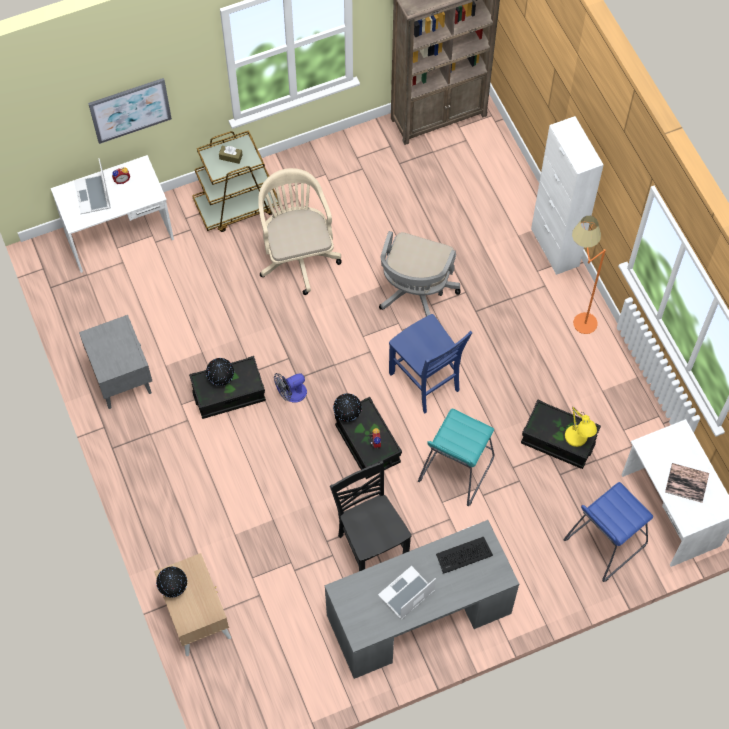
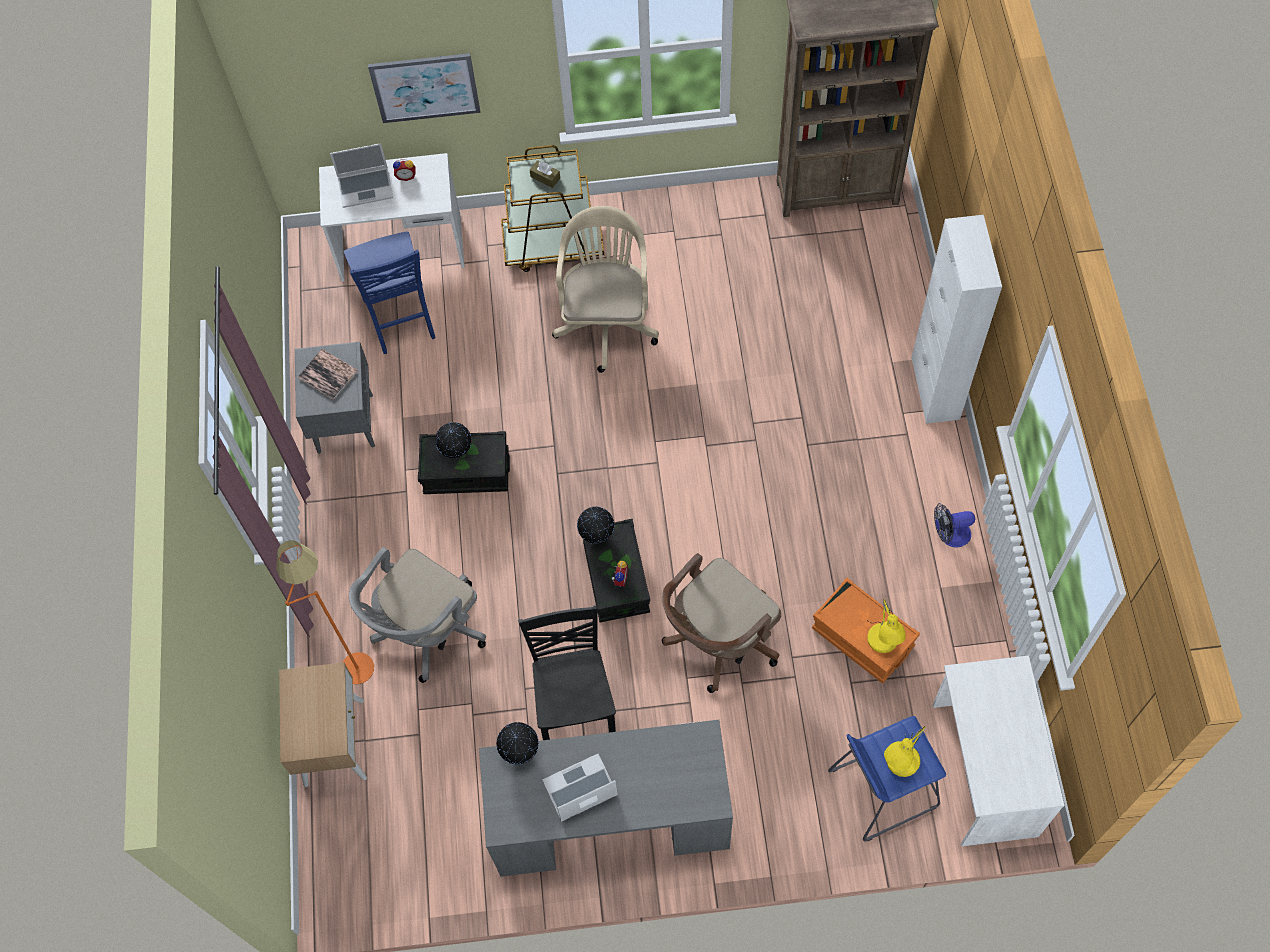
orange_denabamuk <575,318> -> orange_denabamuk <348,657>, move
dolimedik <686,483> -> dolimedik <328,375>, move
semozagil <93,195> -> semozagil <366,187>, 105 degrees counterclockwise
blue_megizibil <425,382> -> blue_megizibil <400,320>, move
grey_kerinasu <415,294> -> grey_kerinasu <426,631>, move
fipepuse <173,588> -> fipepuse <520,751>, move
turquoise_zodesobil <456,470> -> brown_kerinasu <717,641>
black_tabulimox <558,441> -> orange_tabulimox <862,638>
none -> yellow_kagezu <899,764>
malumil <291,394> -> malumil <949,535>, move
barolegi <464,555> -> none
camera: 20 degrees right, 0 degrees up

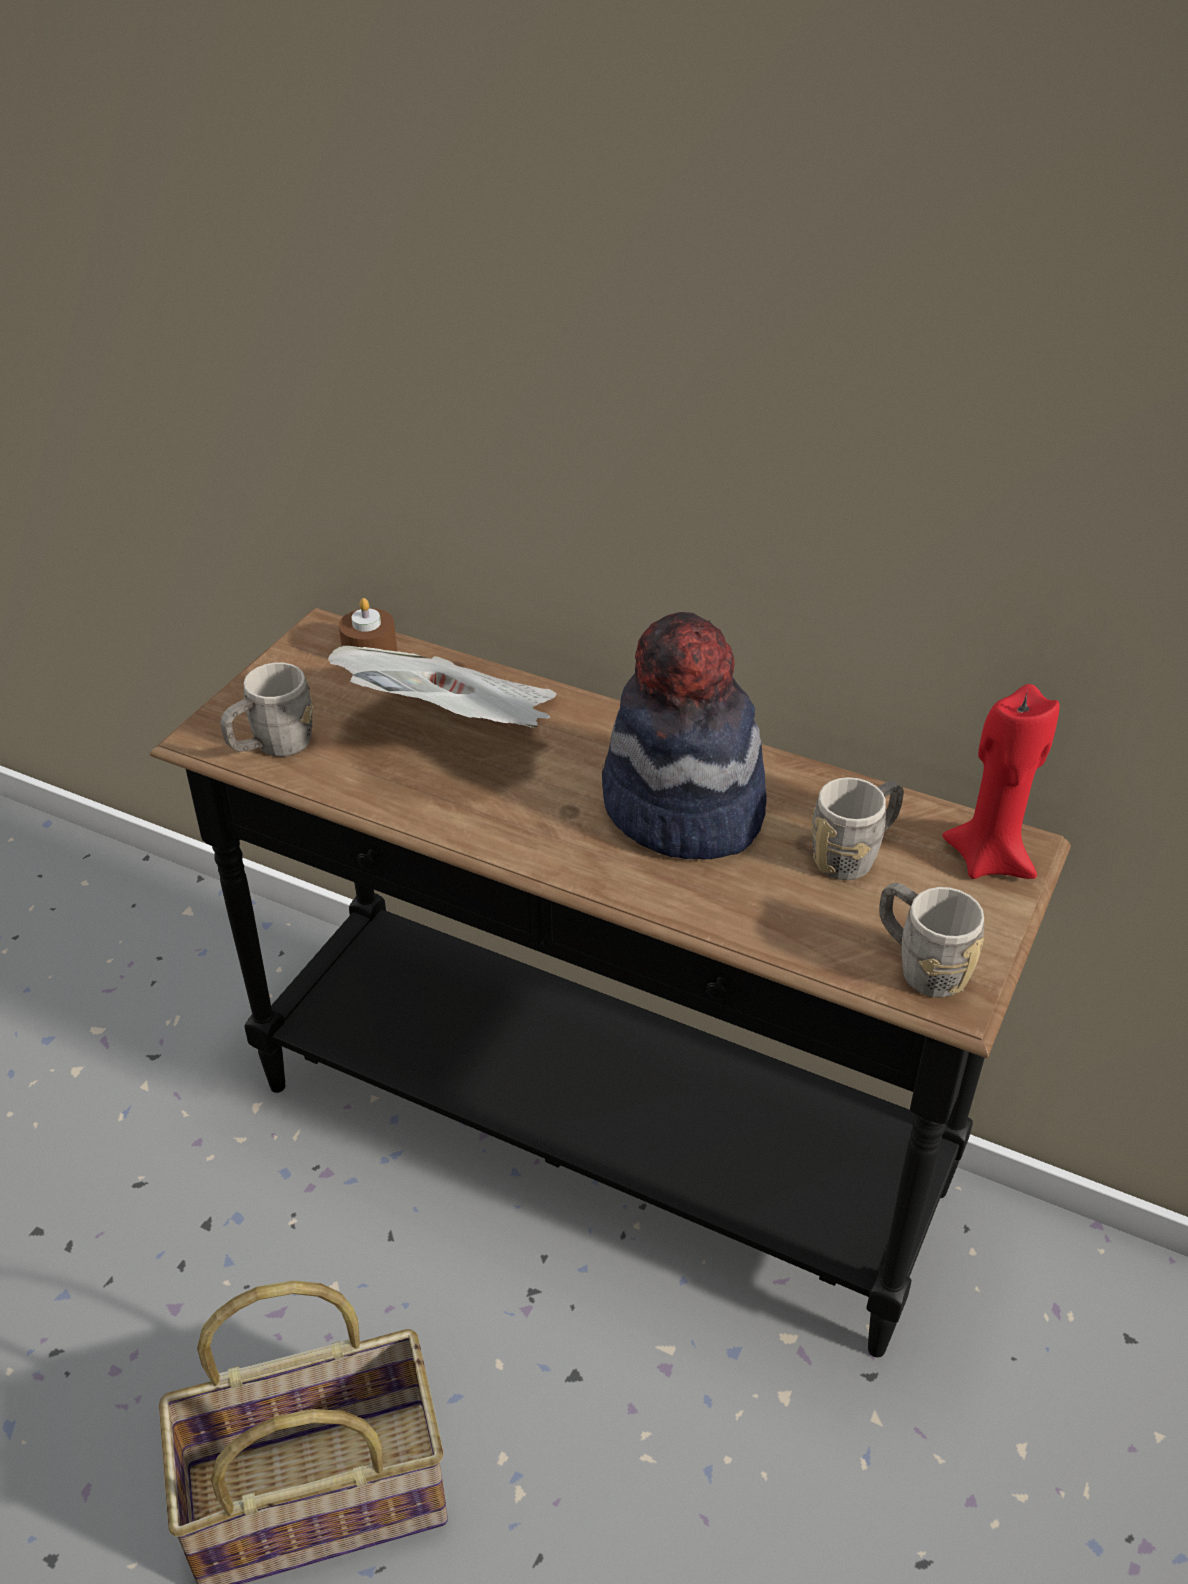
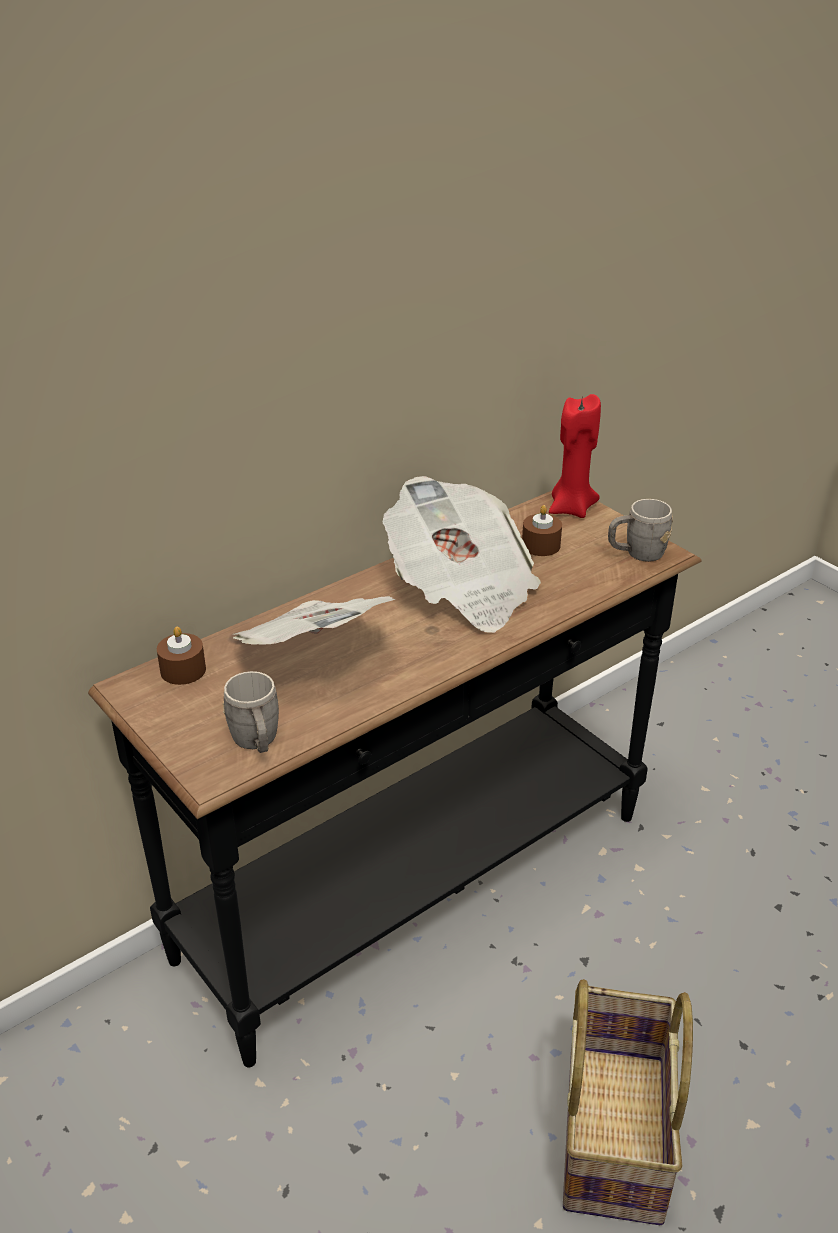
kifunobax <682,809> -> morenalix <461,588>
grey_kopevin <854,854> -> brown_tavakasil <541,545>
camera: 65 degrees left, 5 degrees down

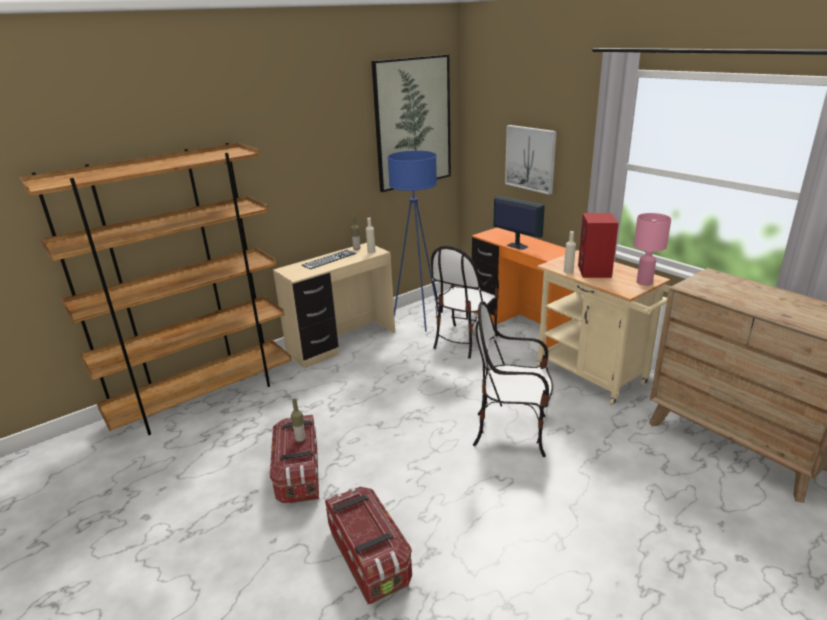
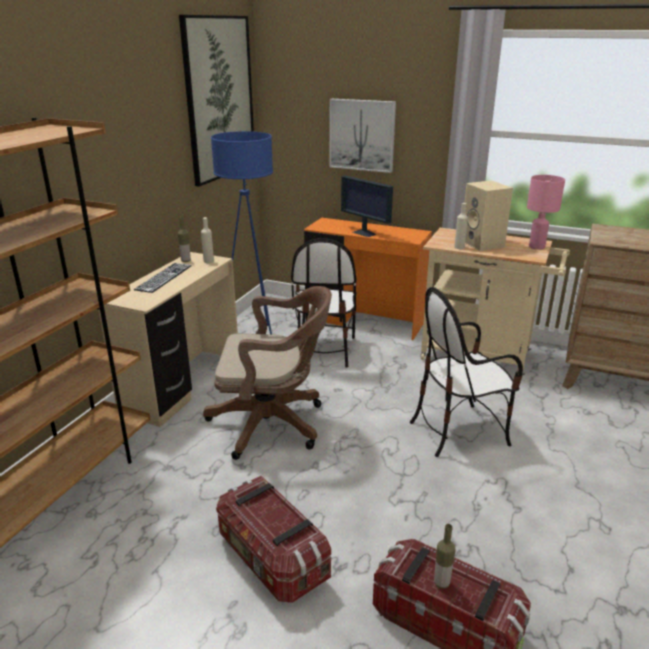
none -> brown_kerinasu <273,424>
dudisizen <516,246> -> dudisizen <364,233>, 150 degrees counterclockwise
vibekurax <300,439> -> vibekurax <441,583>, move
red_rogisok <595,271> -> beige_rogisok <483,244>
camera: 30 degrees left, 0 degrees up

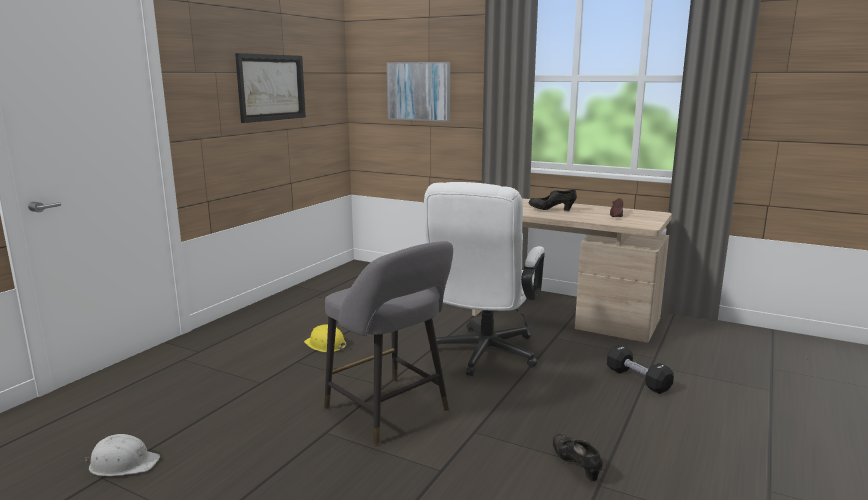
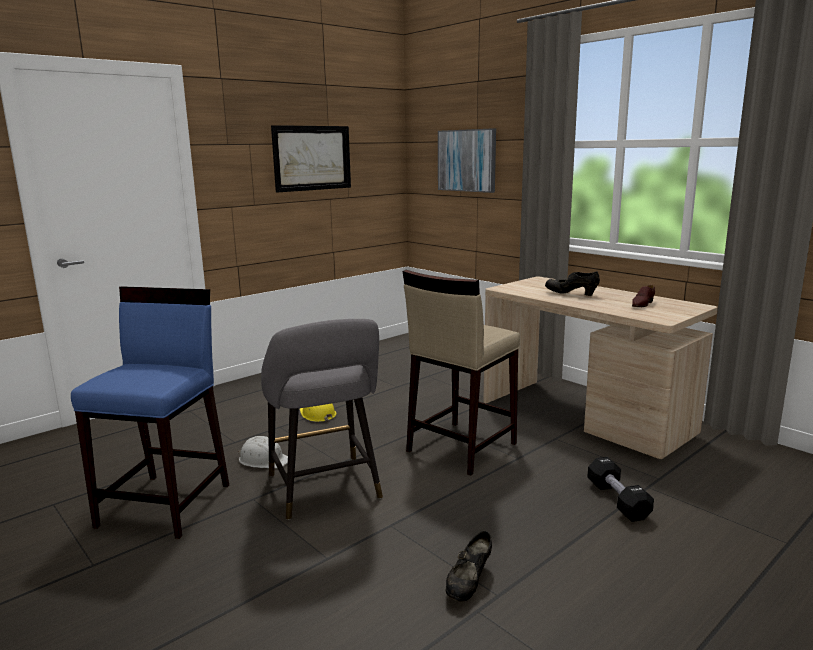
none -> blue_zodesobil <167,504>
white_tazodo <123,463> -> white_tazodo <264,460>, move
white_kerinasu <482,356> -> beige_zodesobil <460,447>
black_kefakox <576,465> -> black_kefakox <469,583>, 150 degrees counterclockwise
camera: 20 degrees right, 0 degrees up

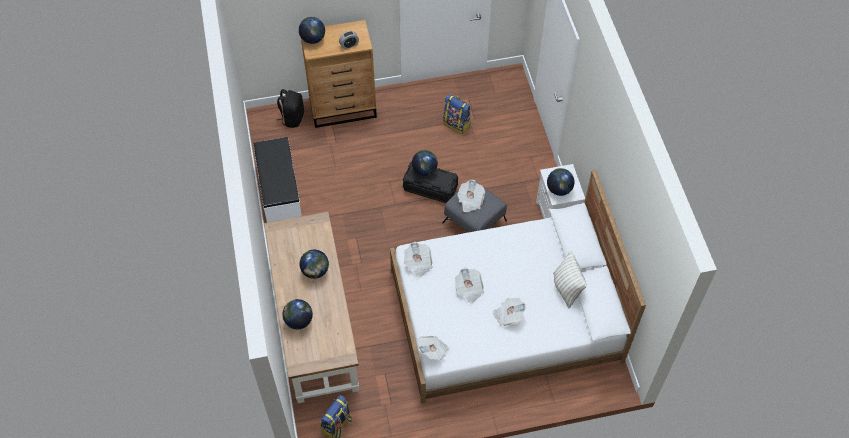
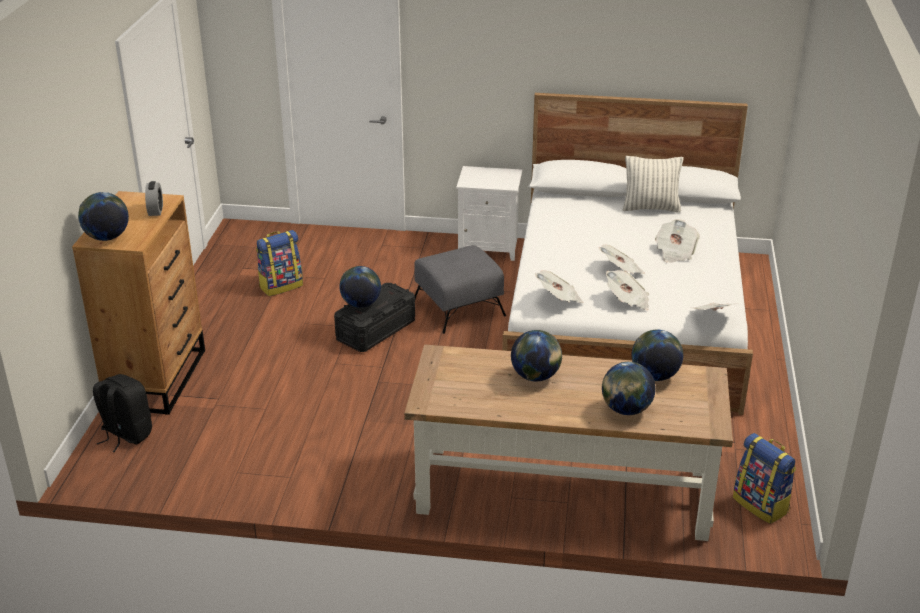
morenalix <470,201> -> morenalix <628,301>, move
fipepuse <559,189> -> fipepuse <655,376>, move
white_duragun <280,195> -> none
camera: 70 degrees left, 25 degrees down

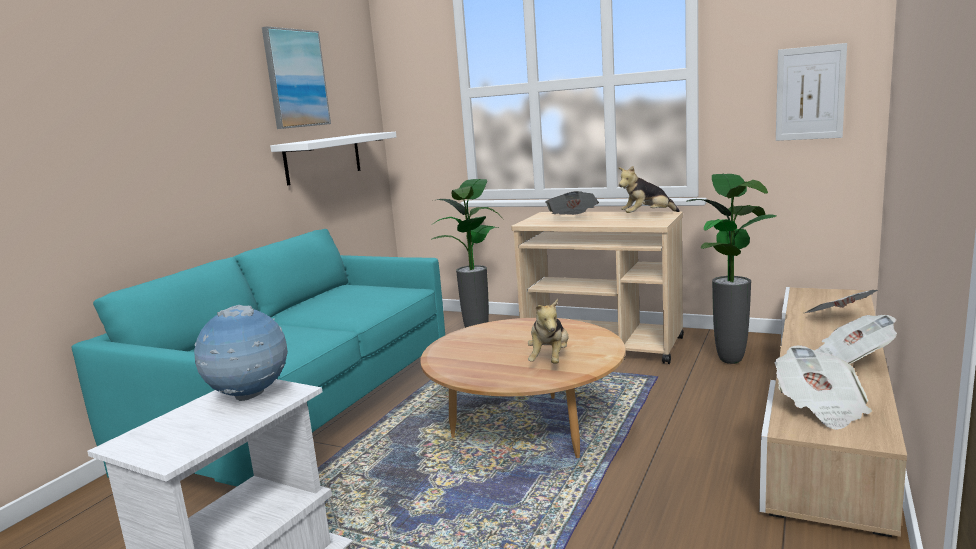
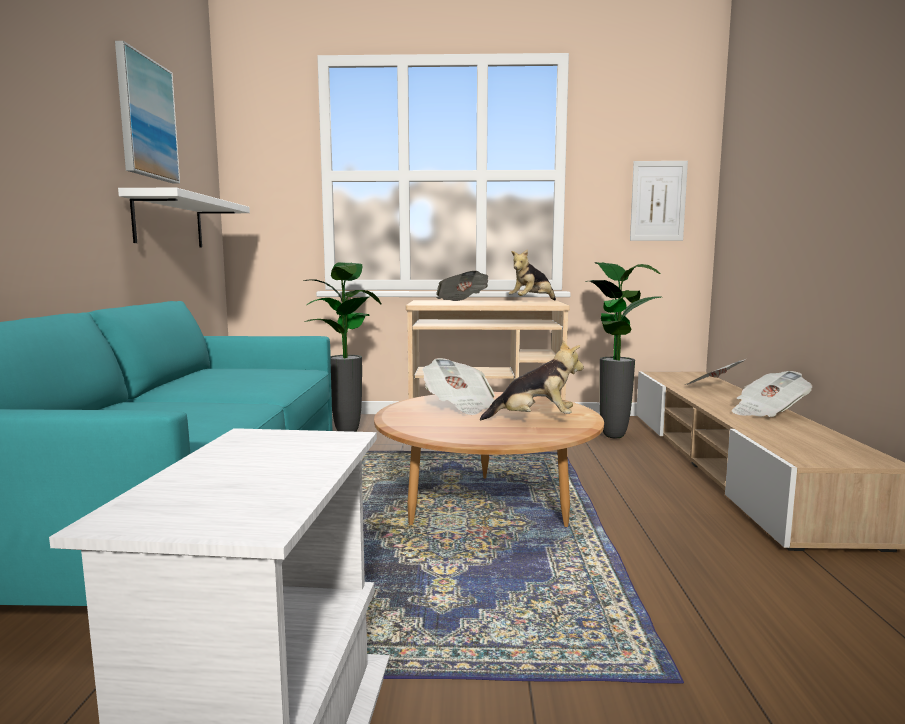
morenalix <820,408> -> morenalix <459,406>, move
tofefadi <550,360> -> tofefadi <534,420>, 75 degrees counterclockwise
fipepuse <249,397> -> none
camera: 25 degrees left, 5 degrees down

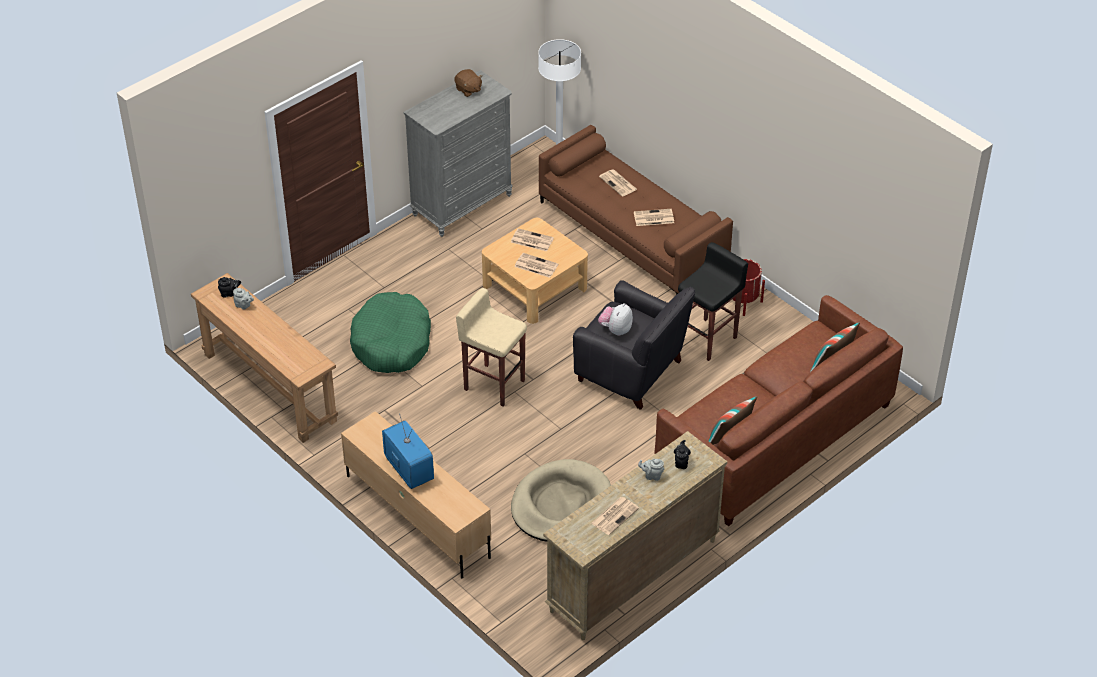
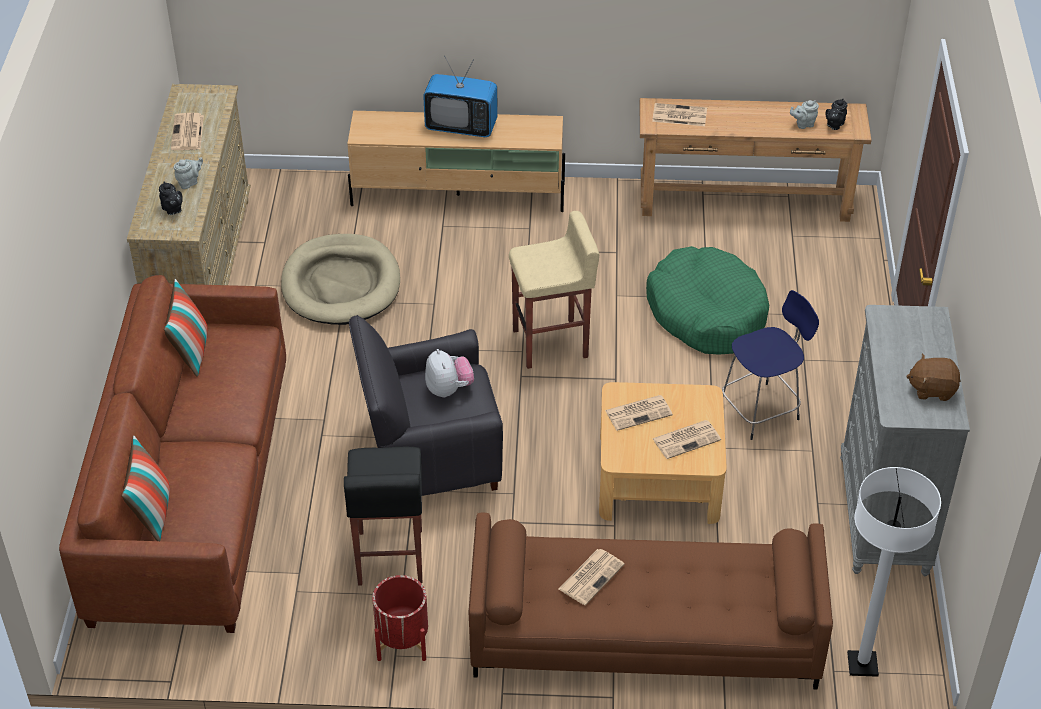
morenalix <618,183> -> morenalix <678,115>, move
none -> blue_zodesobil <761,410>
camera: 135 degrees right, 0 degrees up

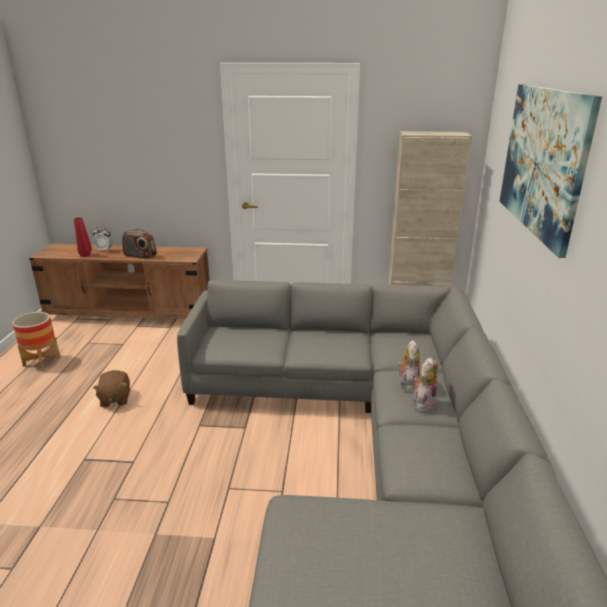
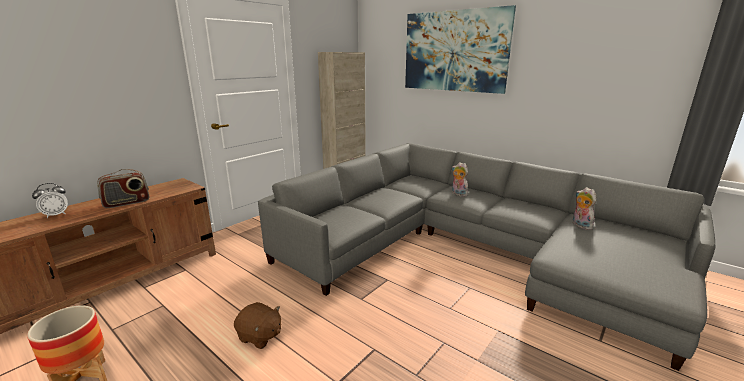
tofefadi <423,403> -> tofefadi <580,225>, move
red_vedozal <84,255> -> none
camera: 55 degrees left, 5 degrees down

